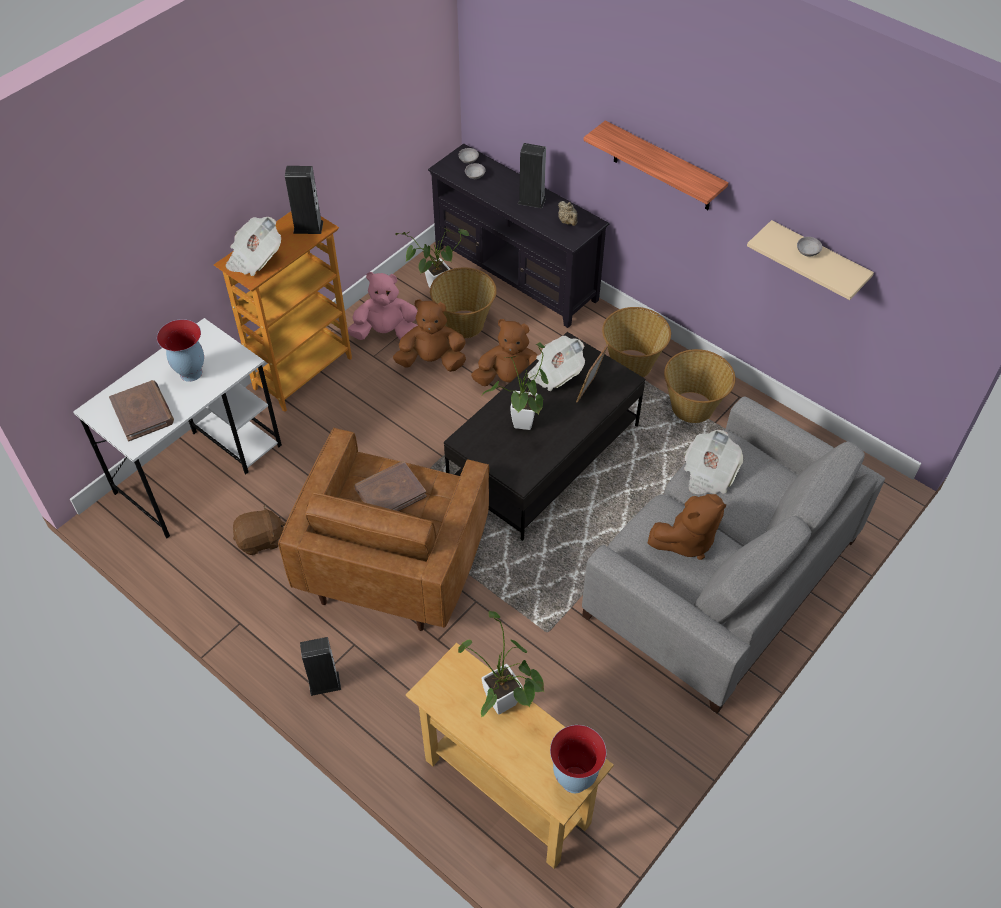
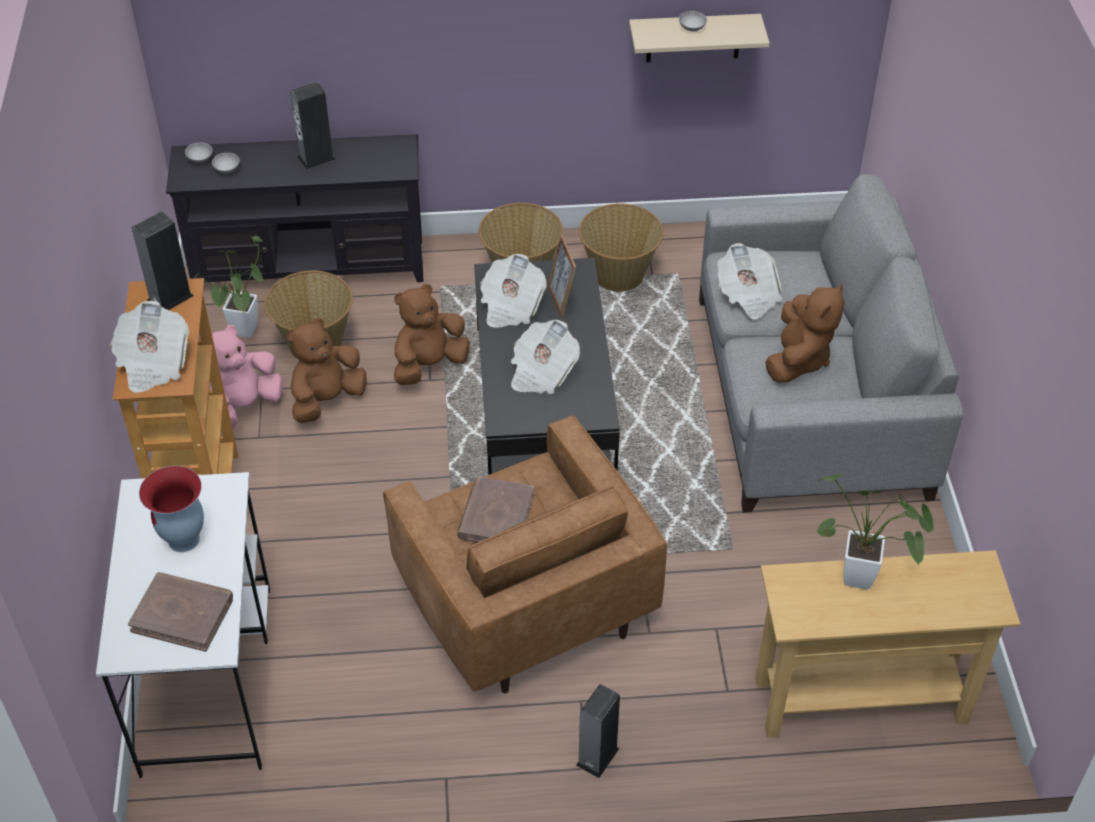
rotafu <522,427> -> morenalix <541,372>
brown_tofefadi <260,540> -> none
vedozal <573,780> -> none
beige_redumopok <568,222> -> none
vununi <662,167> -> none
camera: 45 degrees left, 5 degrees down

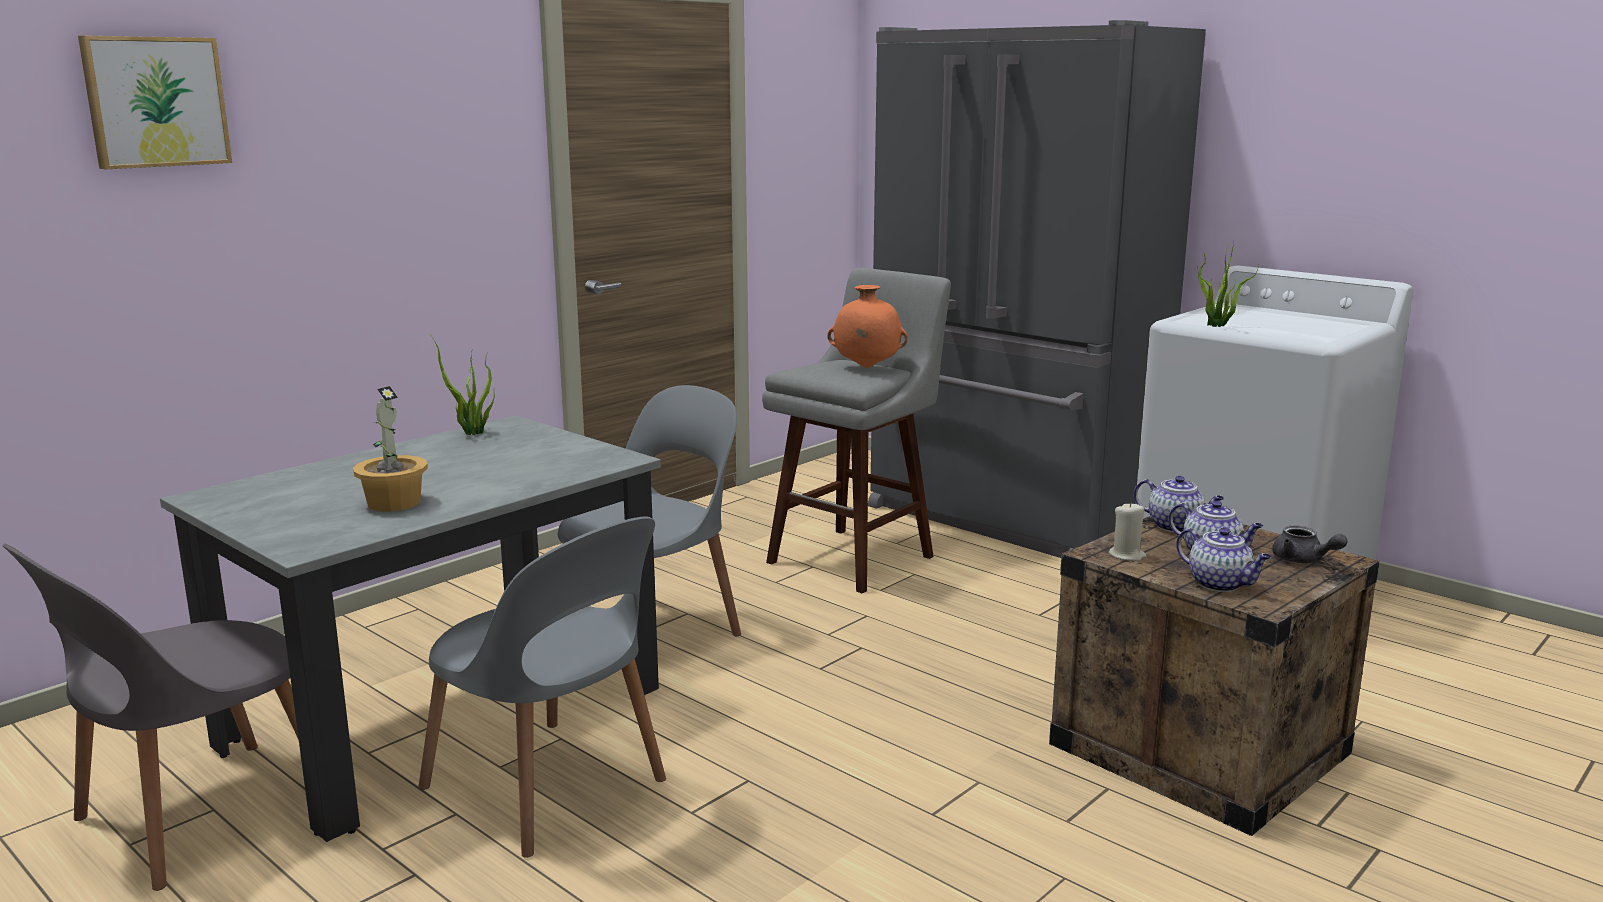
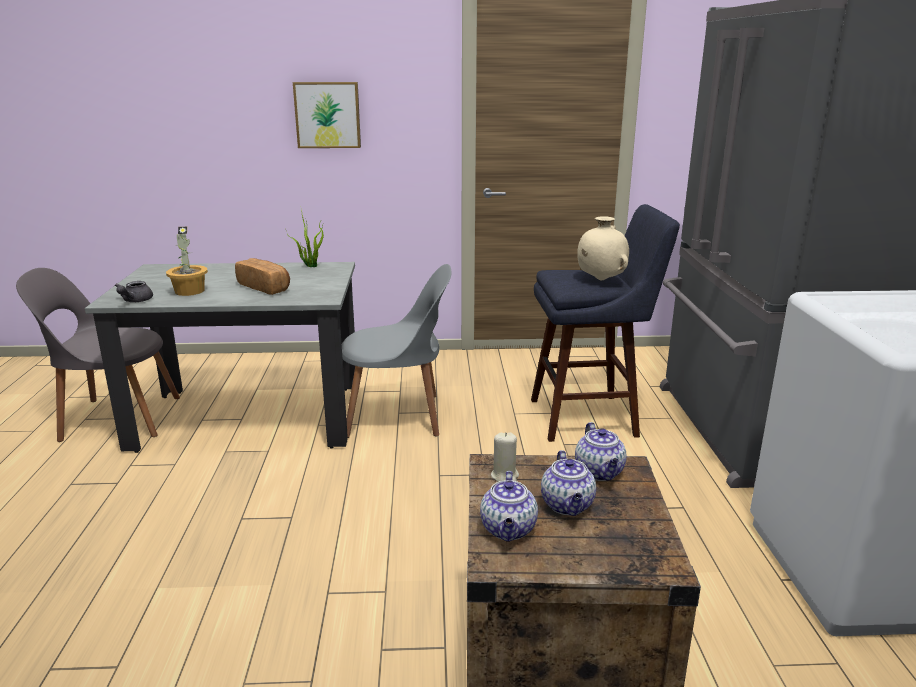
grey_redumopok <1303,560> -> grey_redumopok <135,301>, move
none -> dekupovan <265,287>
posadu <155,102> -> posadu <328,115>, move
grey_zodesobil <857,556> -> blue_zodesobil <590,417>
orange_vedozal <866,367> -> beige_vedozal <600,280>
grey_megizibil <549,789> -> none
rotafu <1217,326> -> none
camera: 45 degrees right, 5 degrees up

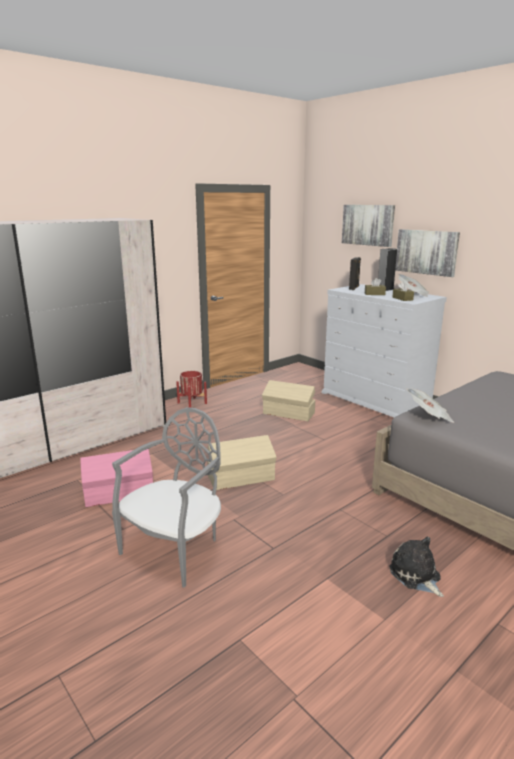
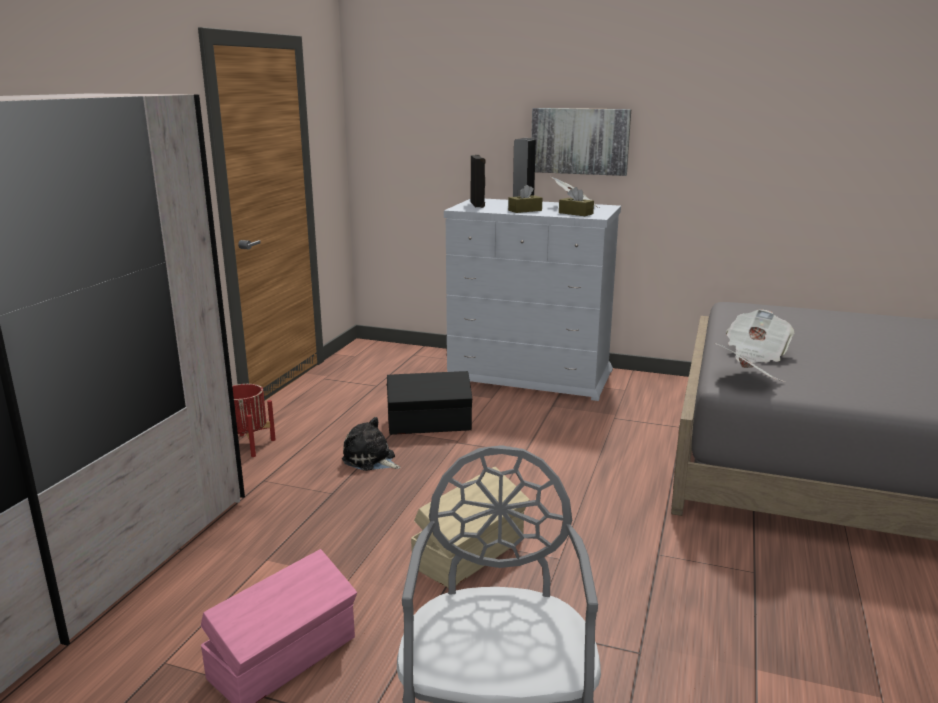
tofefadi <416,576> -> tofefadi <371,460>, move
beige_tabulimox <289,413> -> black_tabulimox <430,425>
none -> morenalix <755,354>
posadu <368,225> -> none
camera: 30 degrees left, 0 degrees up

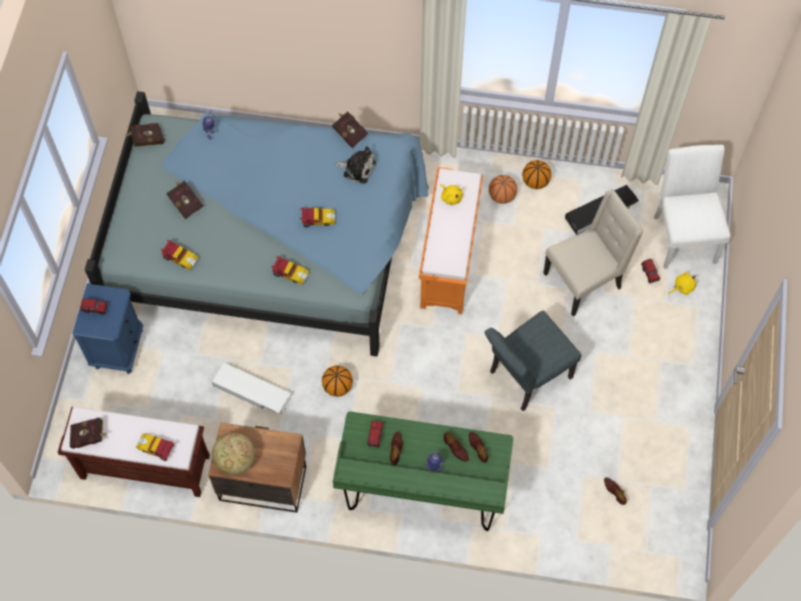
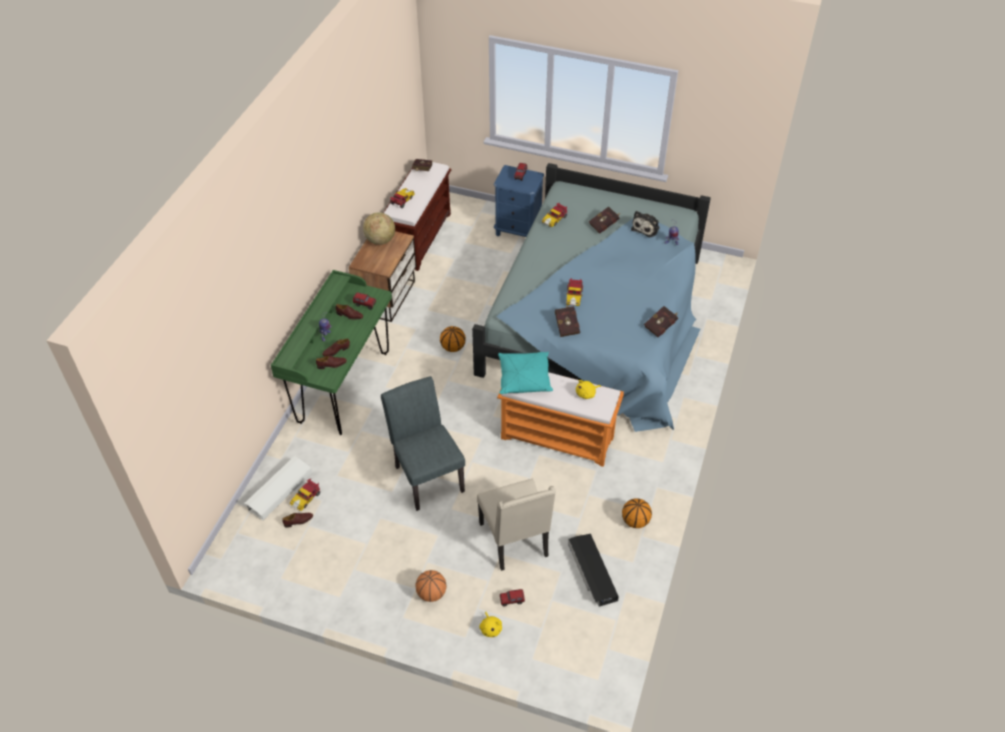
white_tabulimox <252,392> -> white_tabulimox <279,490>, move
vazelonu <289,273> -> vazelonu <306,498>, move
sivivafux <501,196> -> sivivafux <431,593>, move
none -> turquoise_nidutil <524,378>
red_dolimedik <146,139> -> red_dolimedik <567,326>, move
tofefadi <357,168> -> tofefadi <646,228>, move
white_megizibil <683,234> -> none
camera: 100 degrees right, 15 degrees down

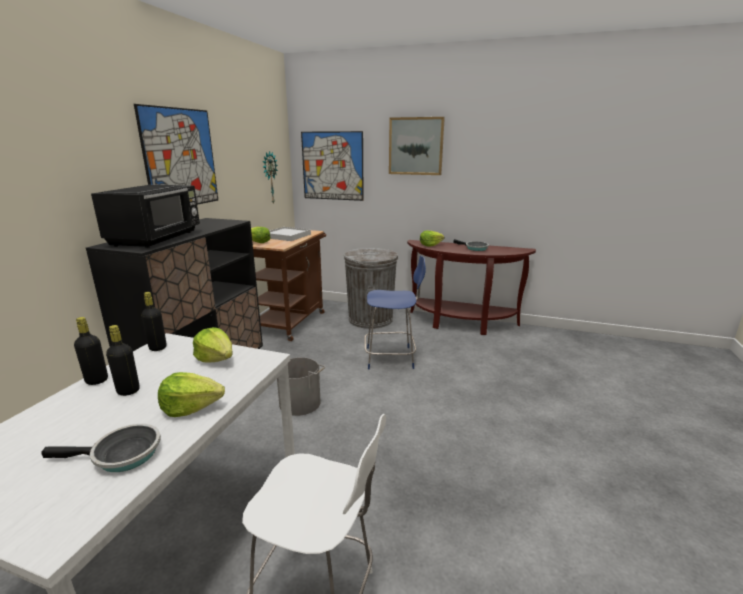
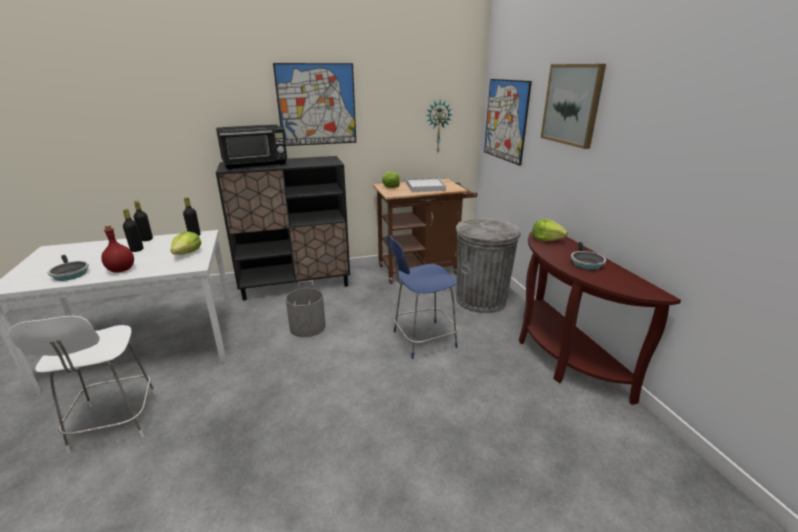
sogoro <191,407> -> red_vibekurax <121,269>
blue_megizibil <392,358> -> blue_megizibil <422,340>, 105 degrees clockwise
camera: 55 degrees right, 5 degrees up

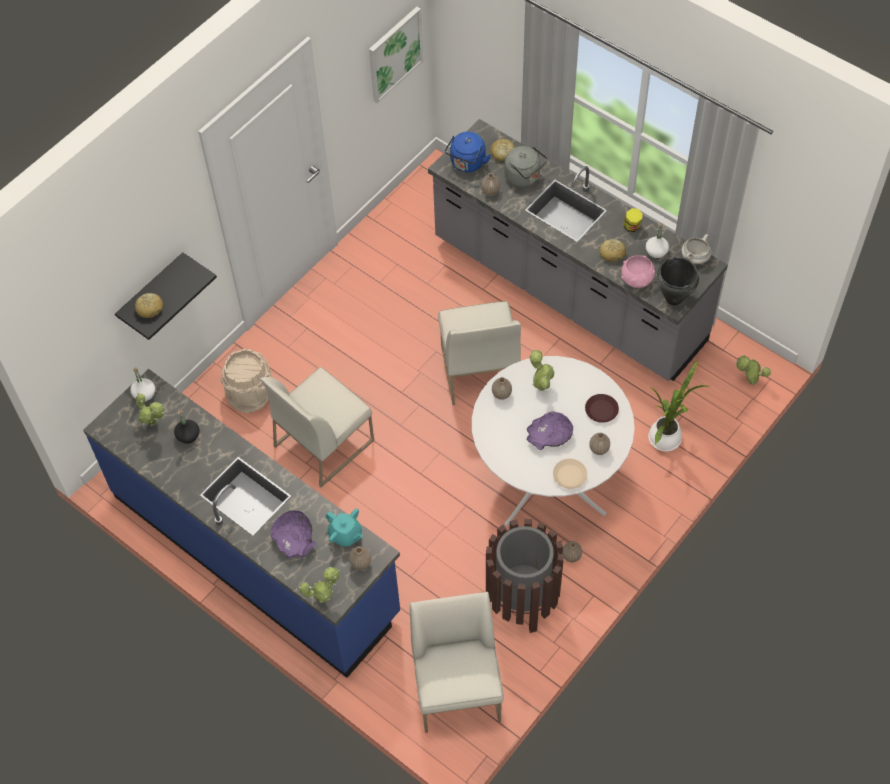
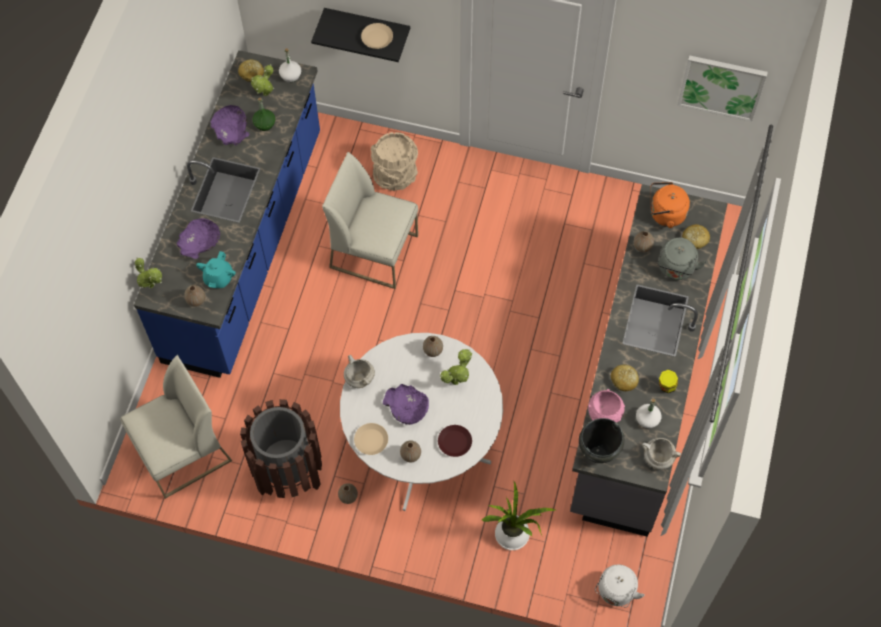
none -> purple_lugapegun <231,130>
dekupovan <150,308> -> dekupovan <251,73>, move
black_vibekurax <188,436> -> green_vibekurax <264,124>
none -> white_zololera <359,378>
none -> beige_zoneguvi <377,38>
rotafu <749,382> -> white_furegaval <615,592>
blue_furegaval <467,164> -> orange_furegaval <665,214>
white_megizibil <478,369> -> none
camera: 65 degrees right, 5 degrees up

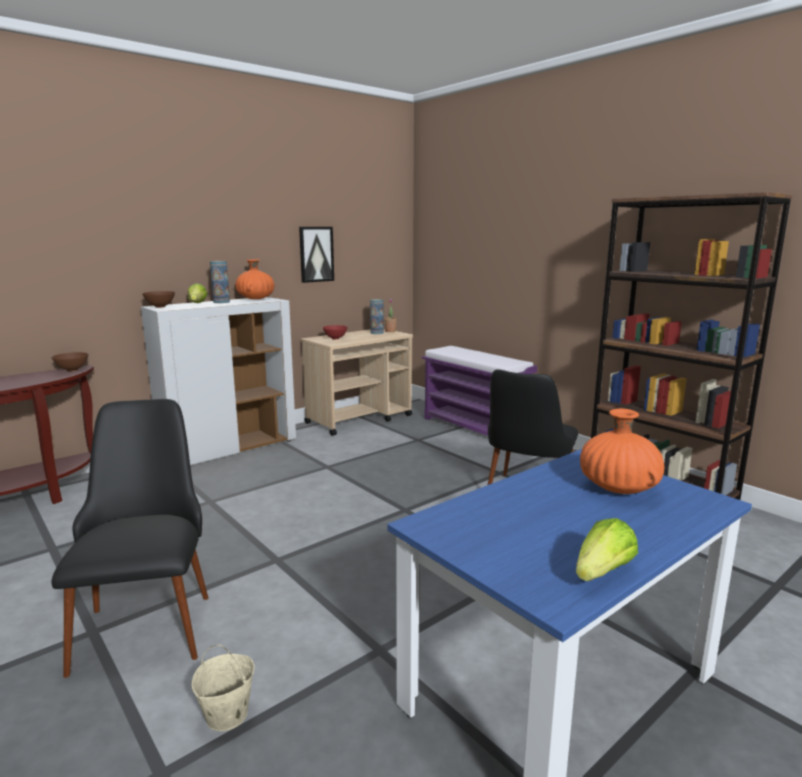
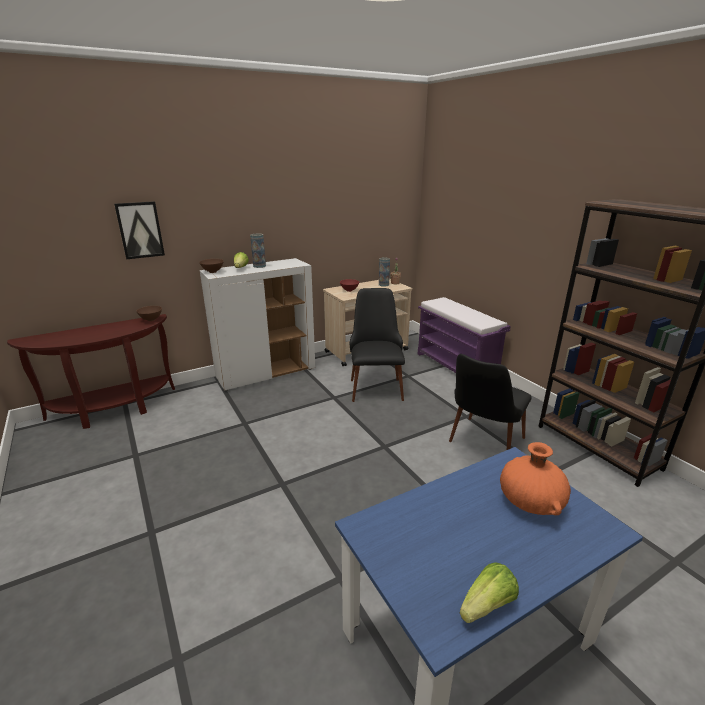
posadu <316,254> -> posadu <140,230>, move
black_megizibil <148,617> -> black_megizibil <375,384>, move
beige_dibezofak <226,715> -> none
orange_vedozal <255,299> -> none
camera: 10 degrees right, 10 degrees up

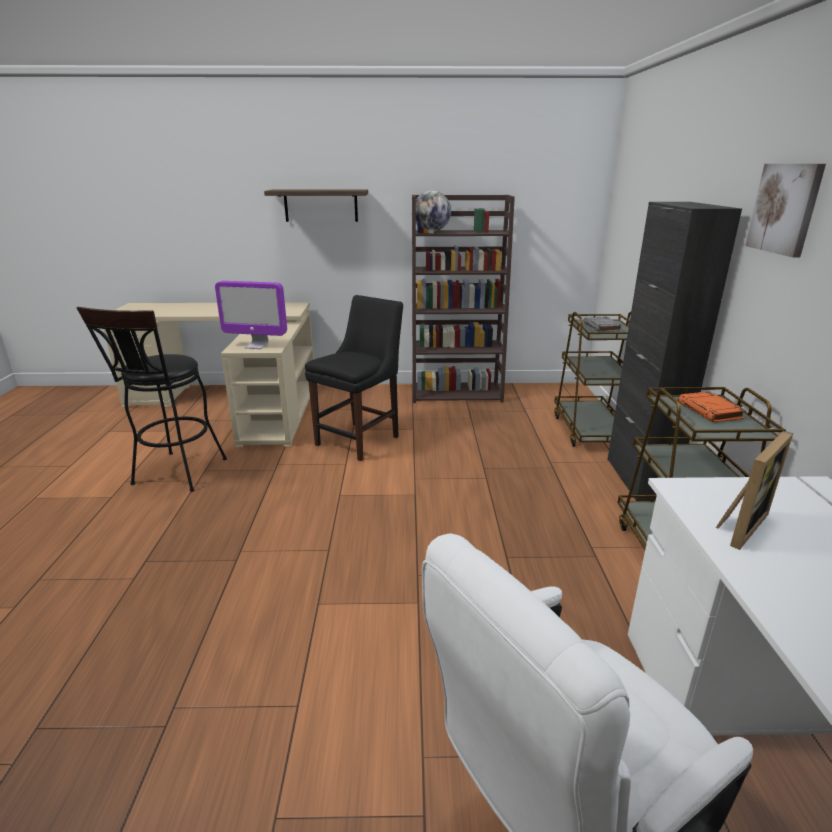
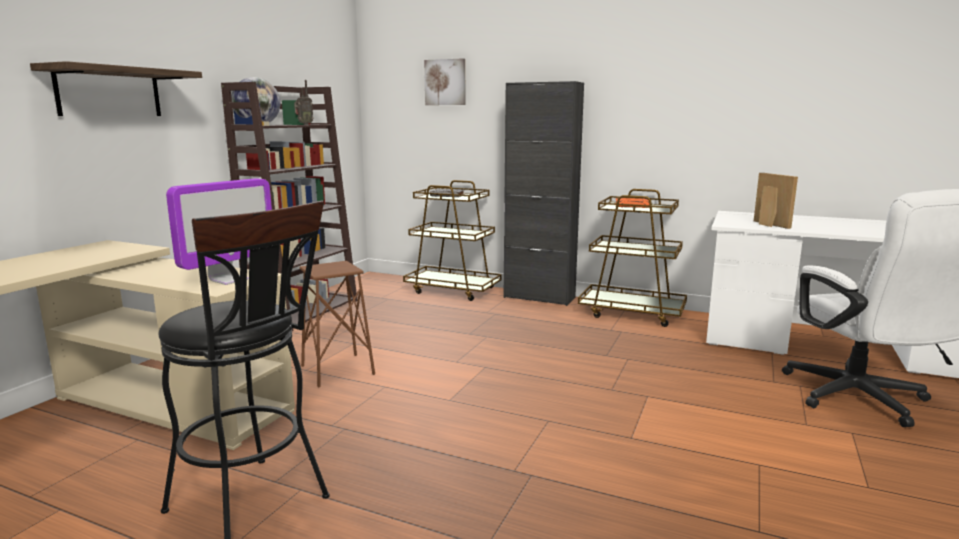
none -> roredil <304,124>
black_megizibil <360,439> -> brown_zodesobil <338,370>
posadu <785,208> -> posadu <445,82>, move
camera: 65 degrees left, 10 degrees down

